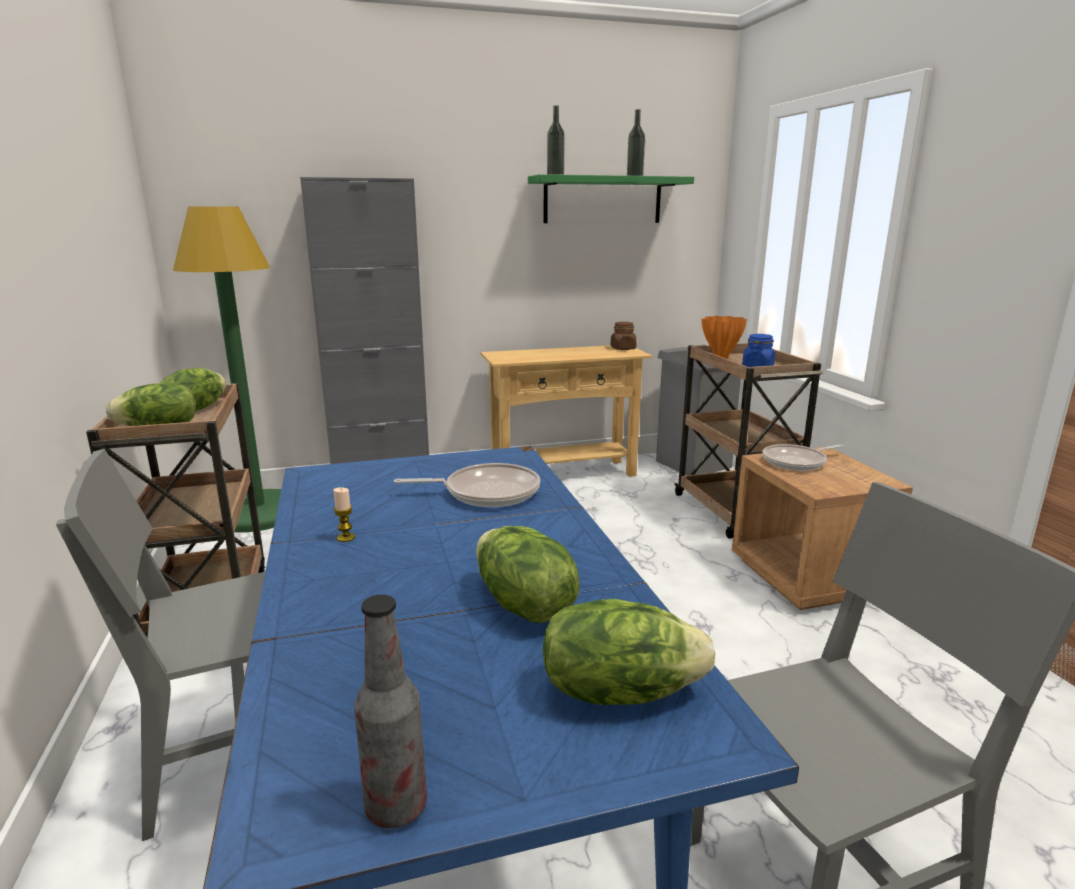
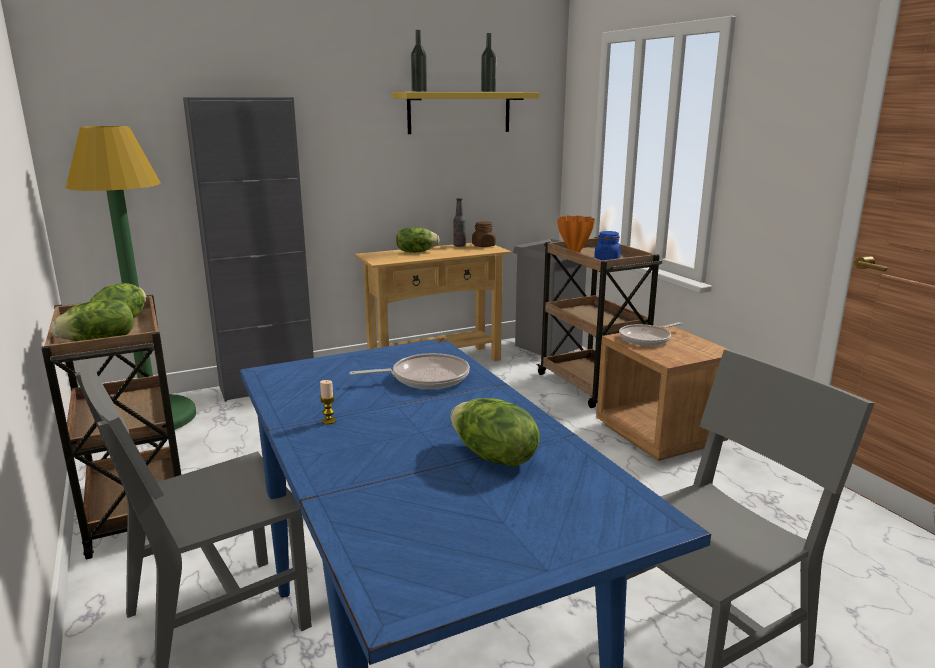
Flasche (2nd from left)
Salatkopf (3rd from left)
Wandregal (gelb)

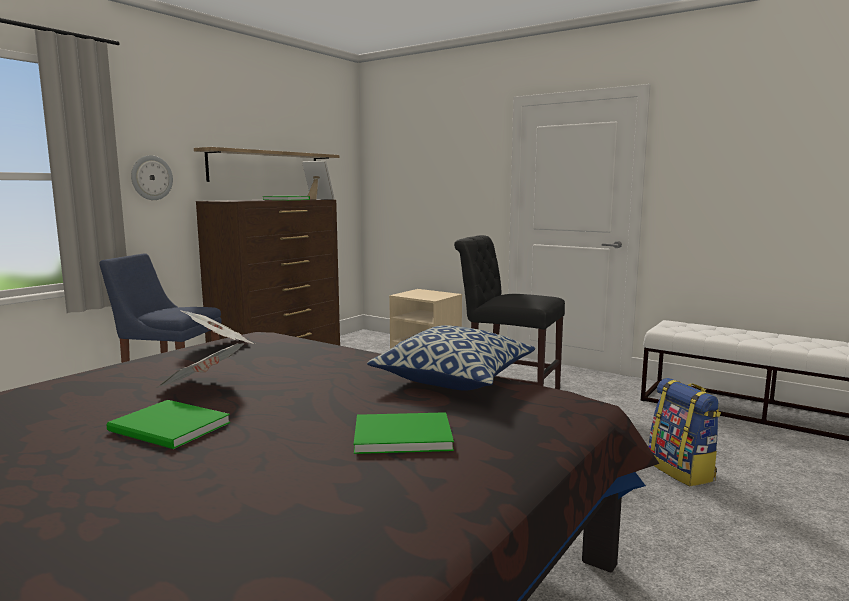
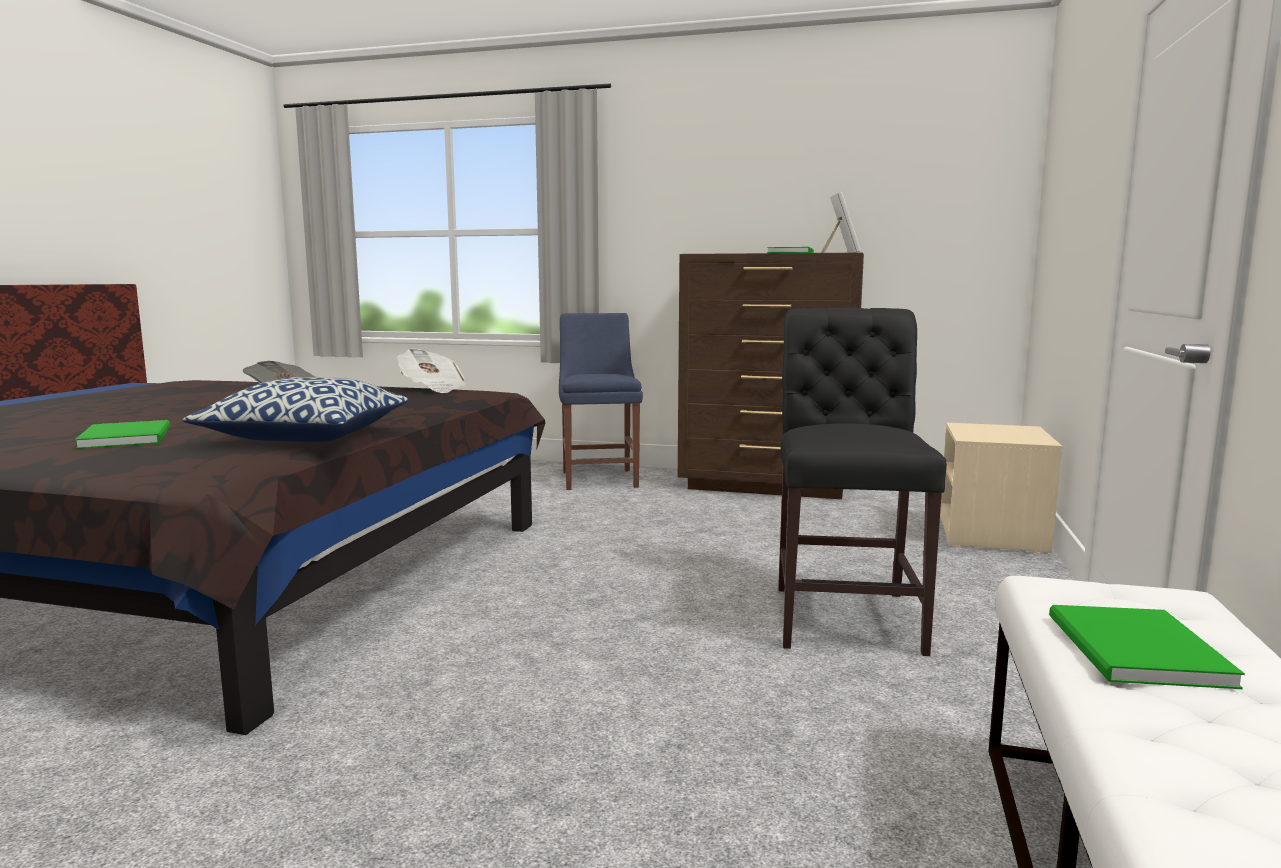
Wanduhr
Wandregal
Rucksack
Buch (grün) (3rd from left)

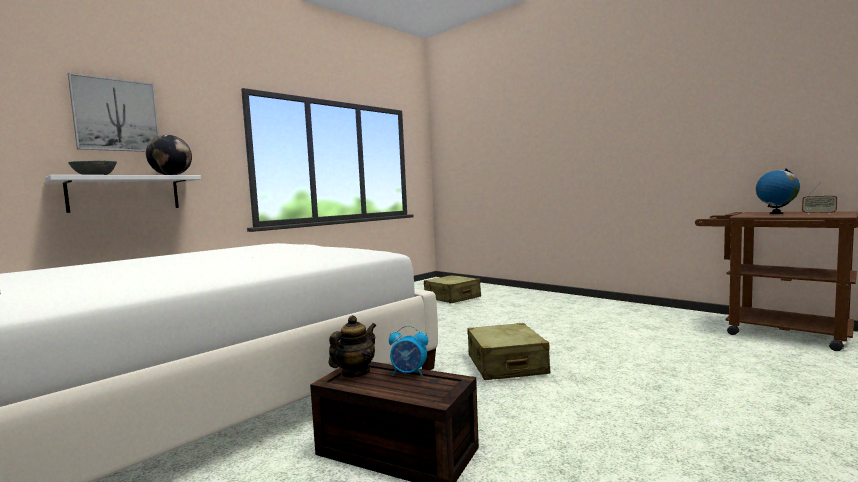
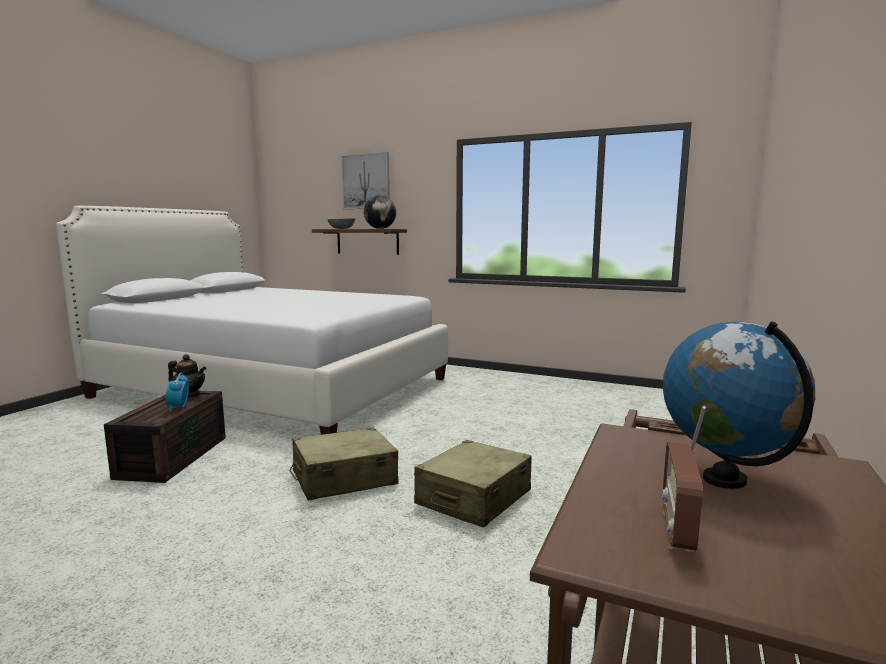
Koffer (beige) (2nd from left)
Wandregal (braun)

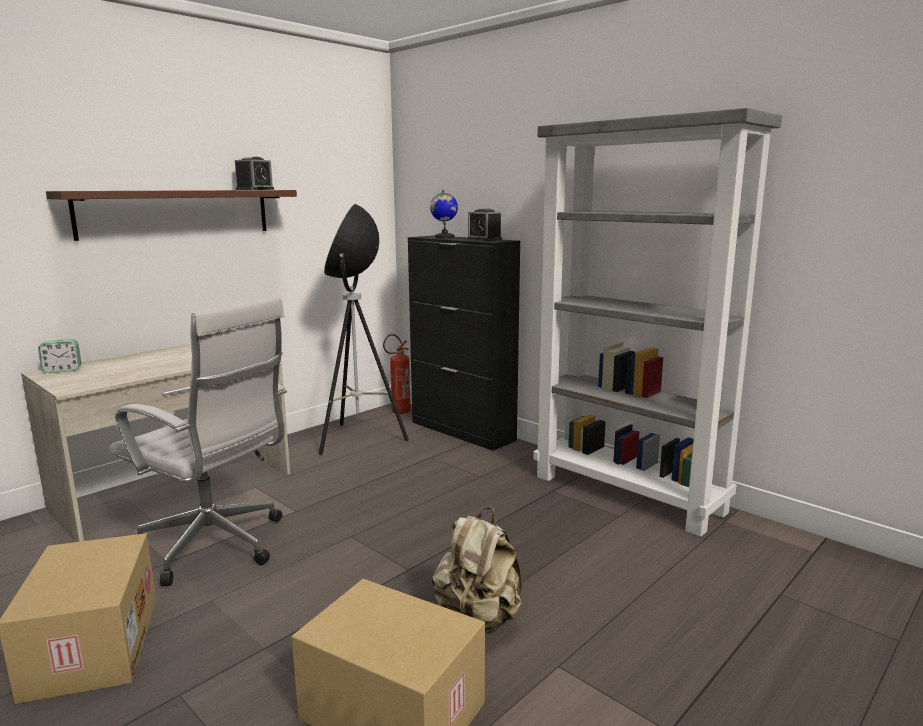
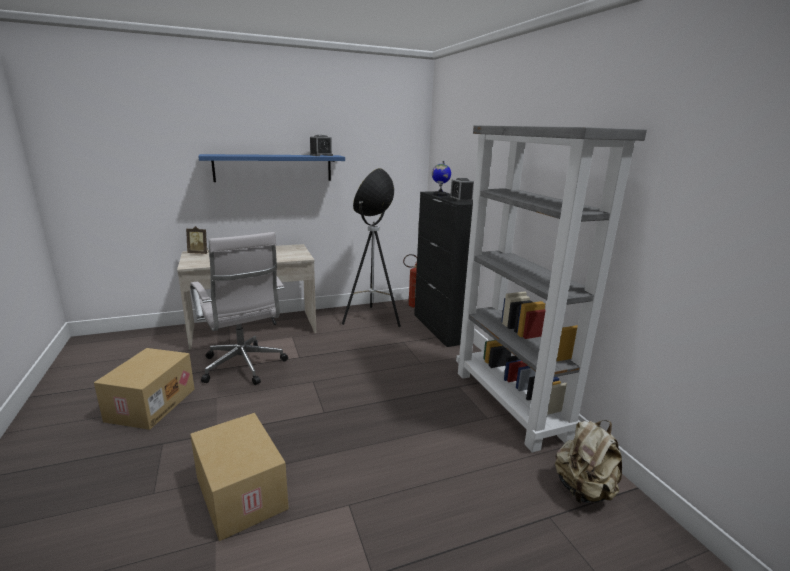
Rucksack (beige)
Bilderrahmen
Wandregal (blau)

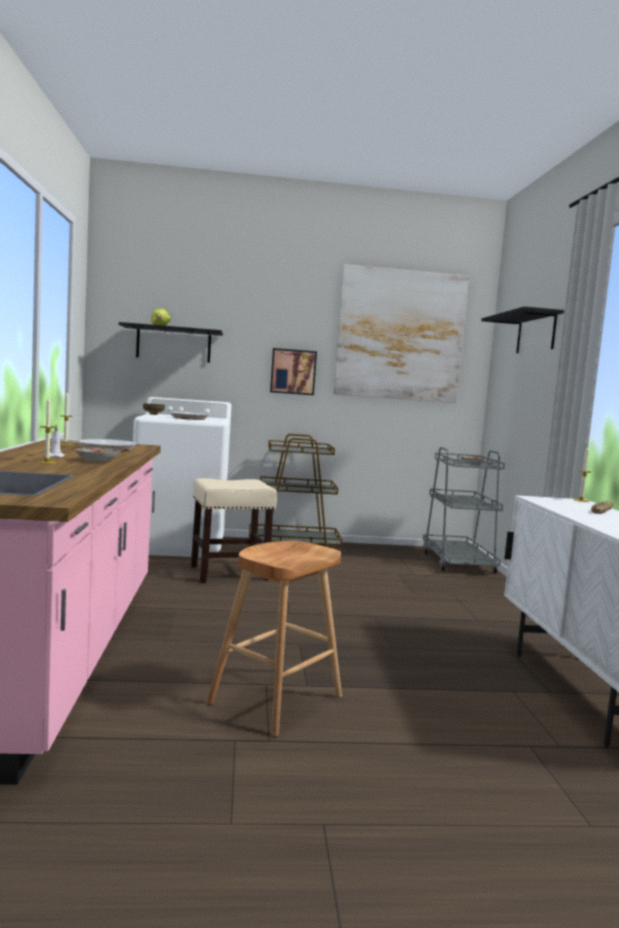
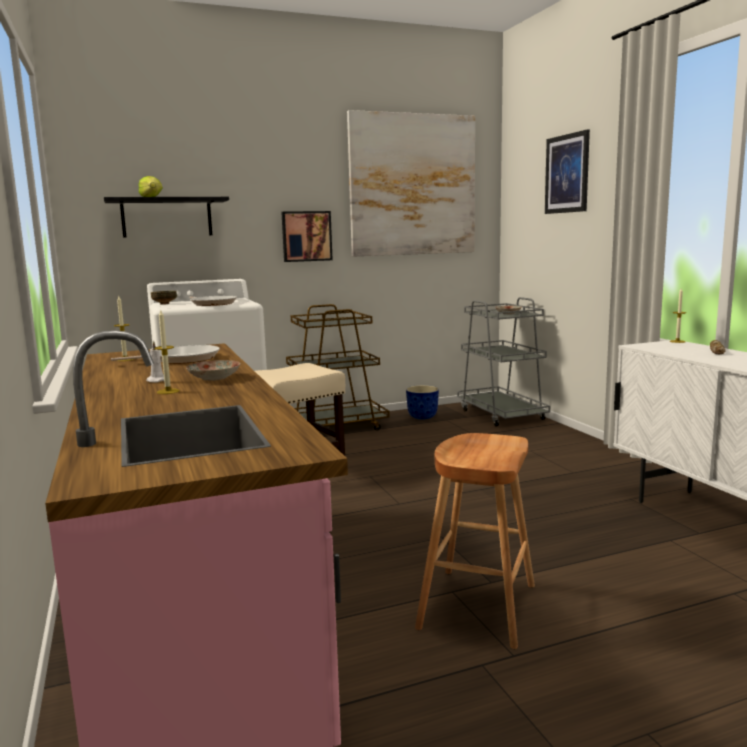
Pflanzkübel
Bild (3rd from left)

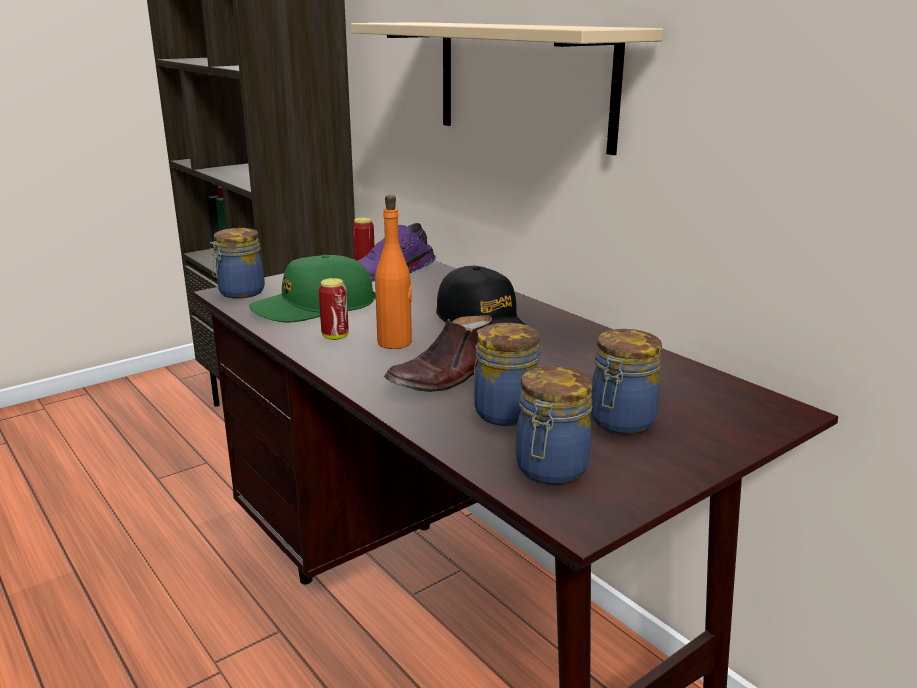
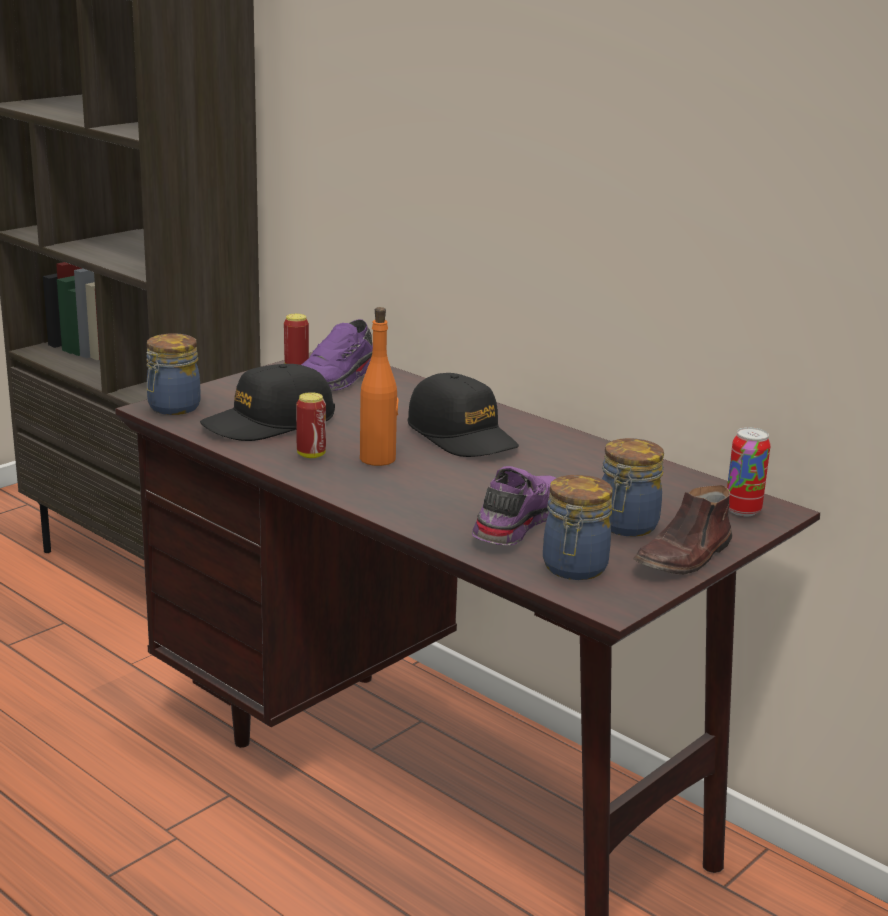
Wandregal (beige)
Dose (3rd from left)
Schuh (braun)
Schuh (lila) (2nd from left)
Kappe (schwarz) (1st from left)

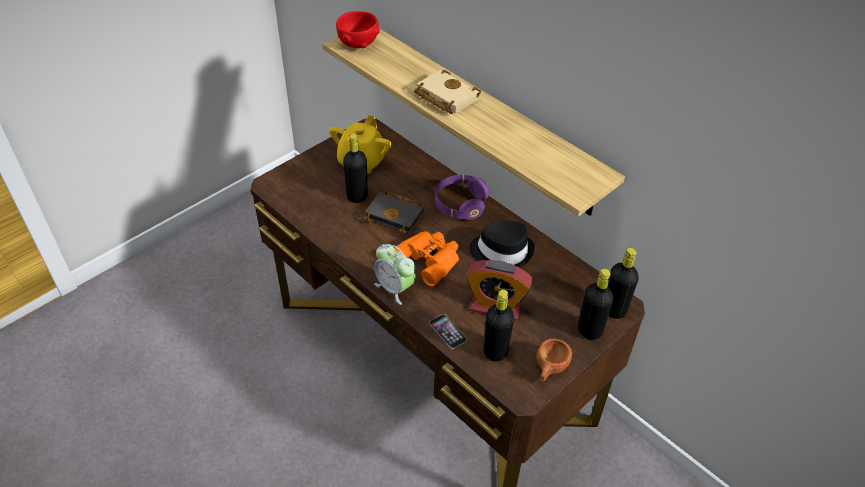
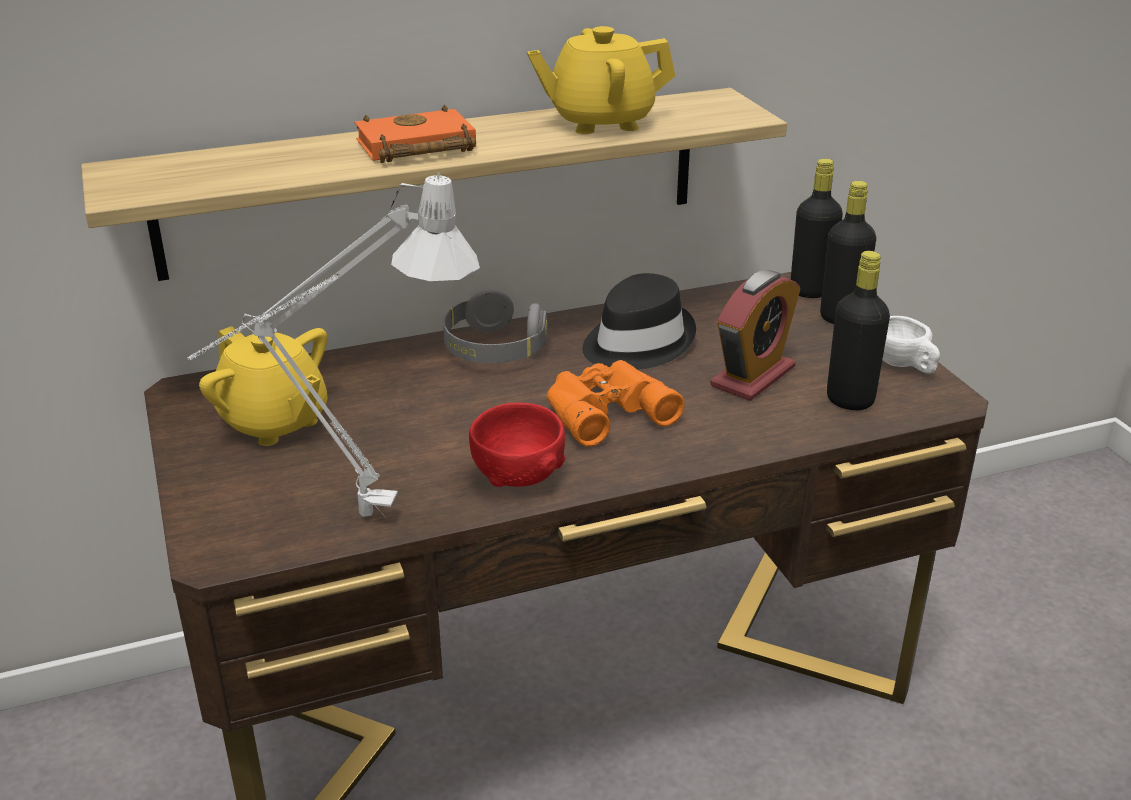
Flasche (schwarz) (1st from left in the first image)
Buch (schwarz)
Wecker (1st from left in the first image)
Handy
Tischlampe (grau)
Teekanne (gelb) (2nd from left)
Schüssel (rot)
Buch (orange)
Kopfhörer (grau)
Tasse (weiß)

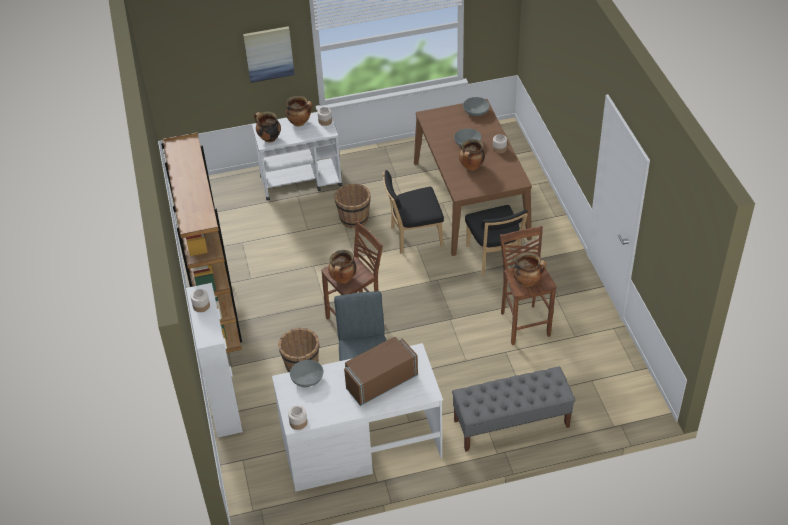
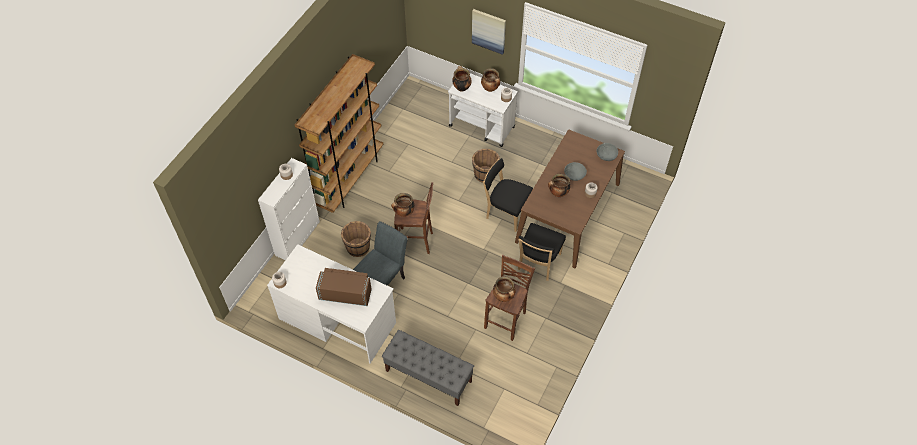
Schüssel (grau) (1st from left in the first image)

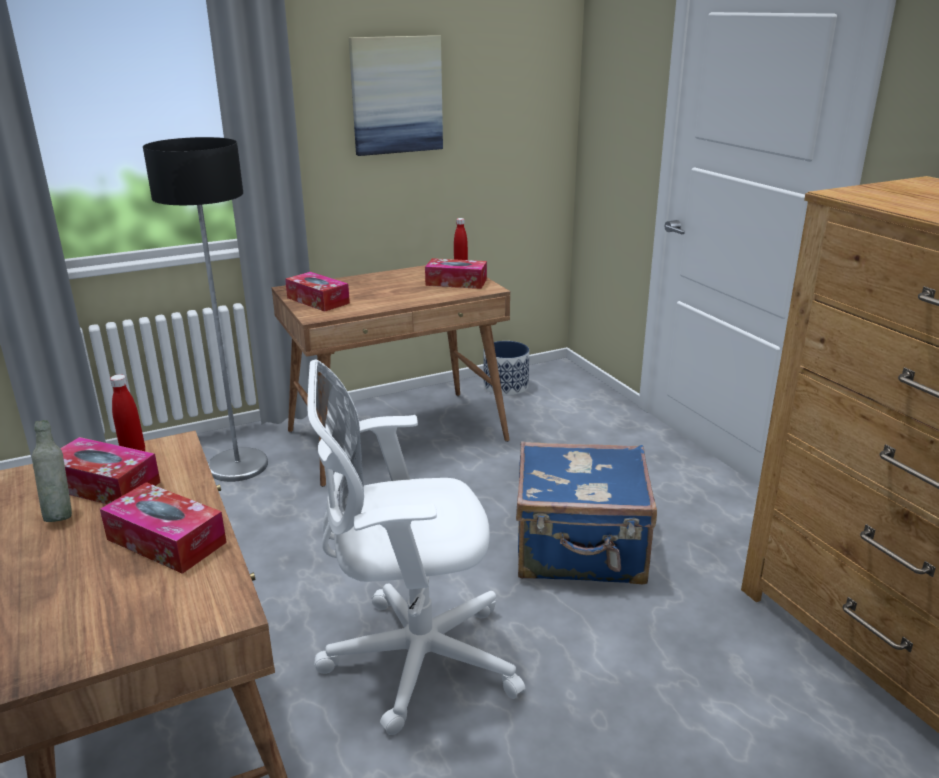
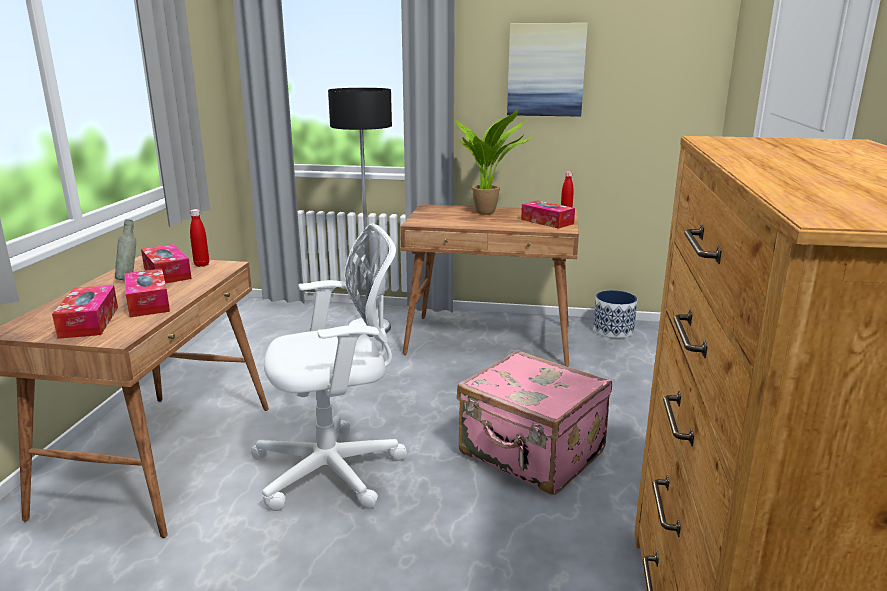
Topfpflanze
Taschentuchbox (1st from left)
Koffer (rosa)
Bürostuhl (weiß)

